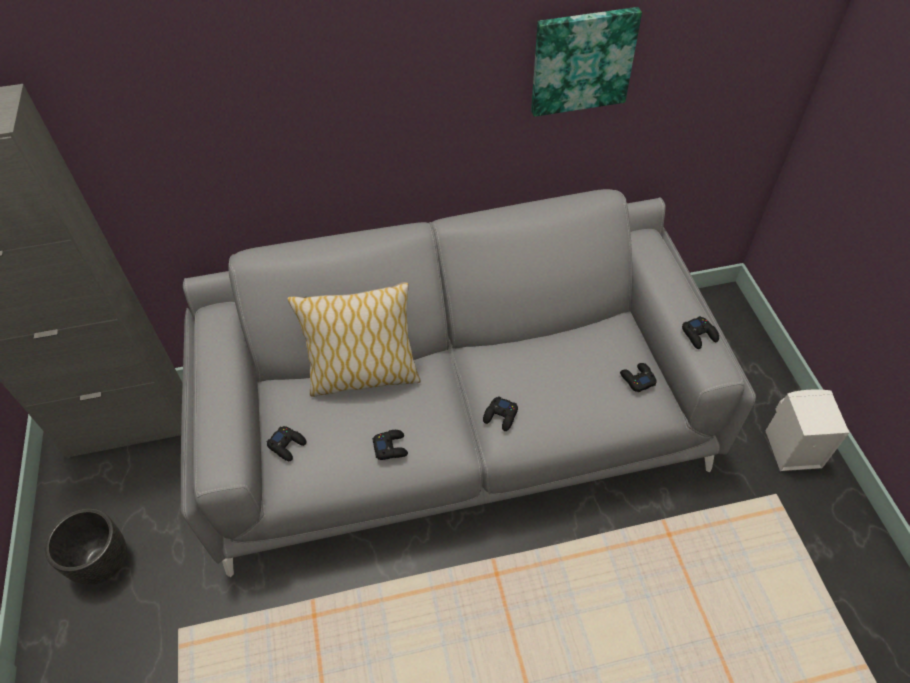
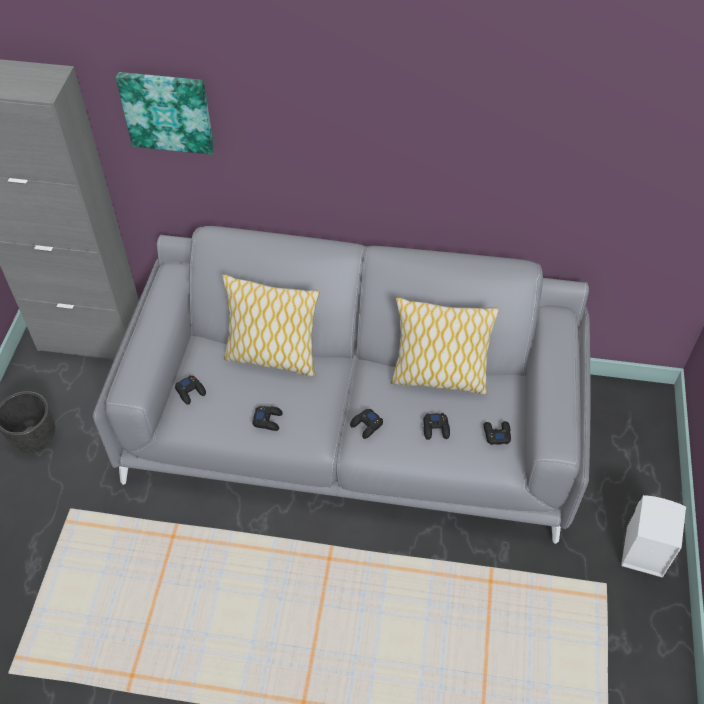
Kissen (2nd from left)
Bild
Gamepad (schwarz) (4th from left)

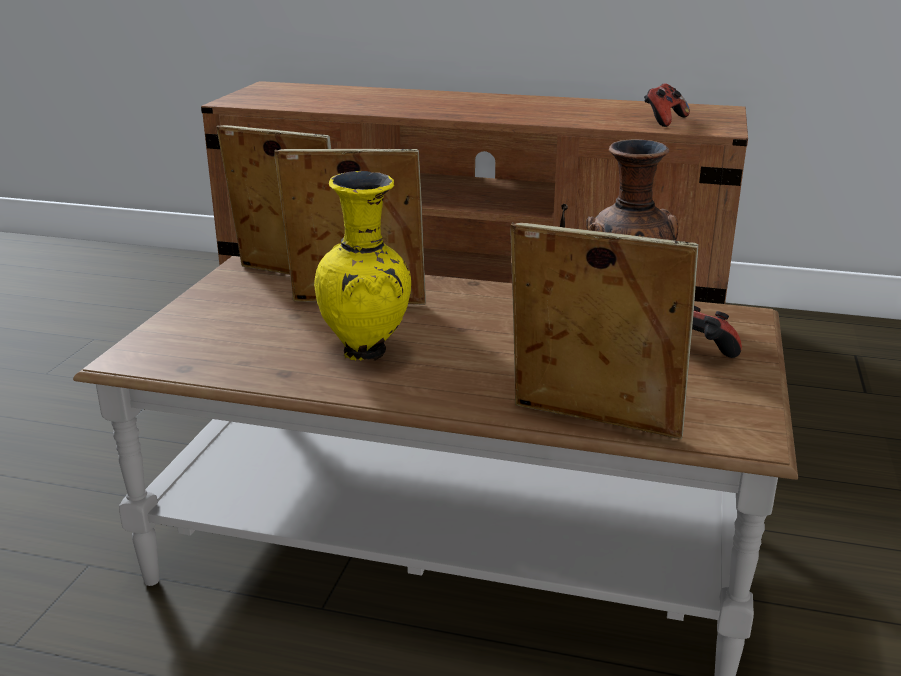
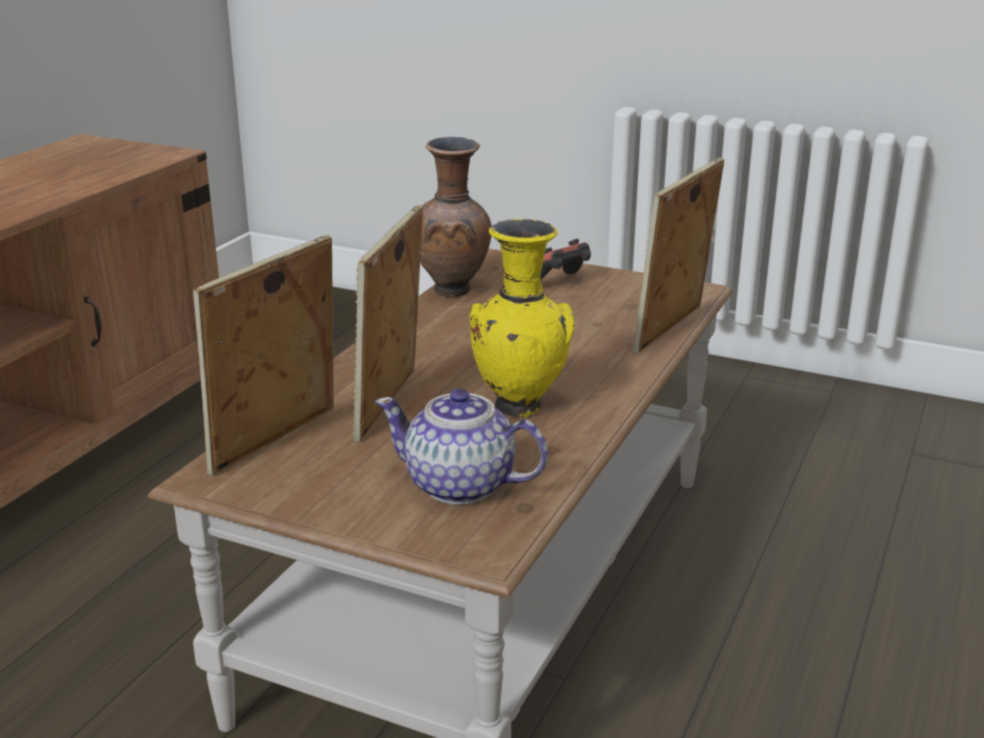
Gamepad (1st from left in the first image)
Teekanne

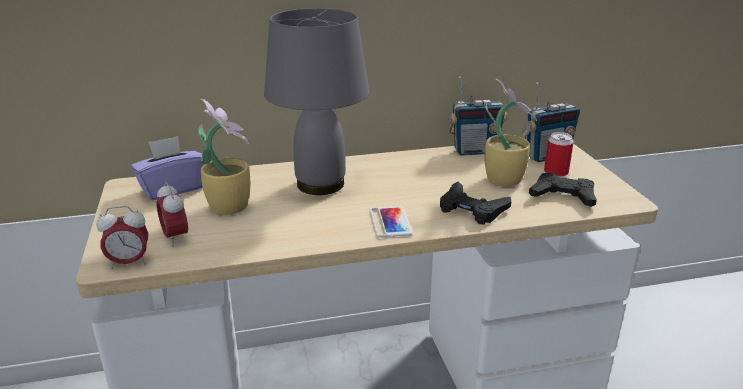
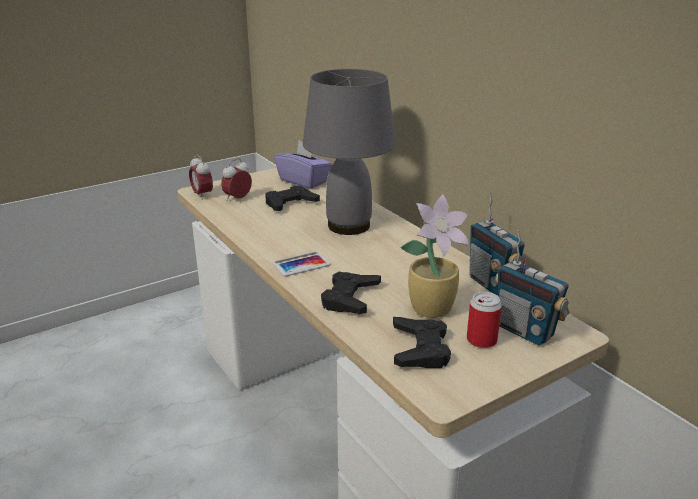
Gamepad (schwarz) (1st from left)

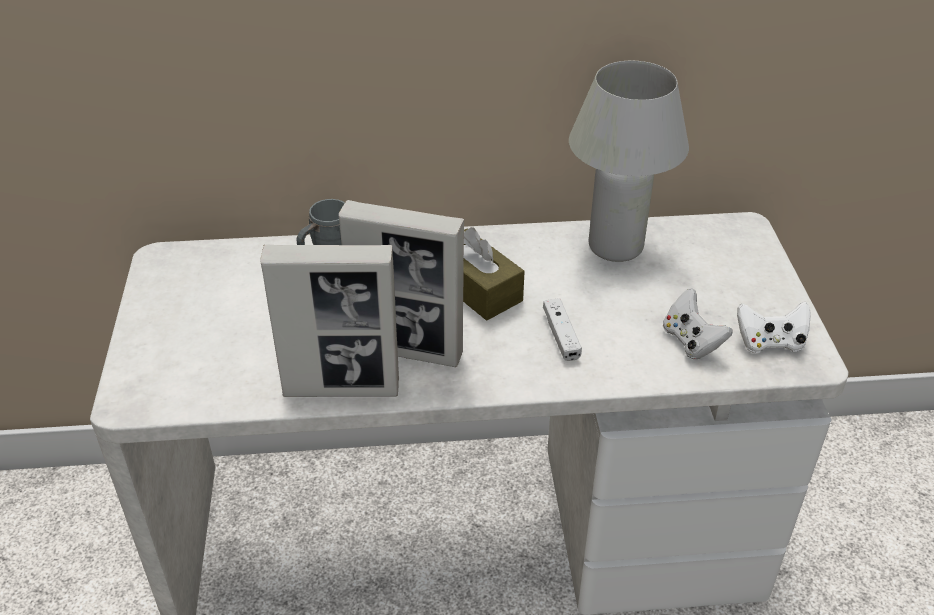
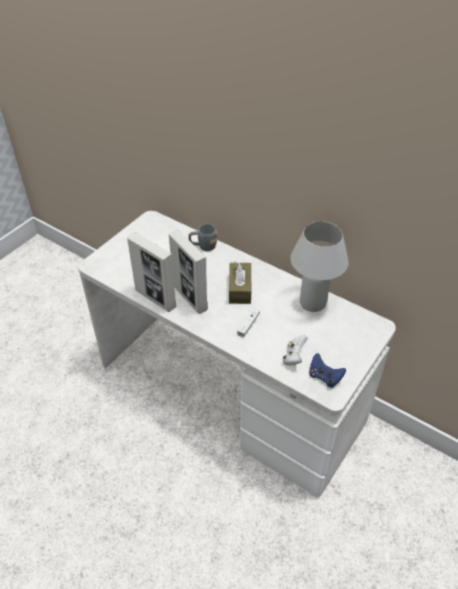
Gamepad (blau)

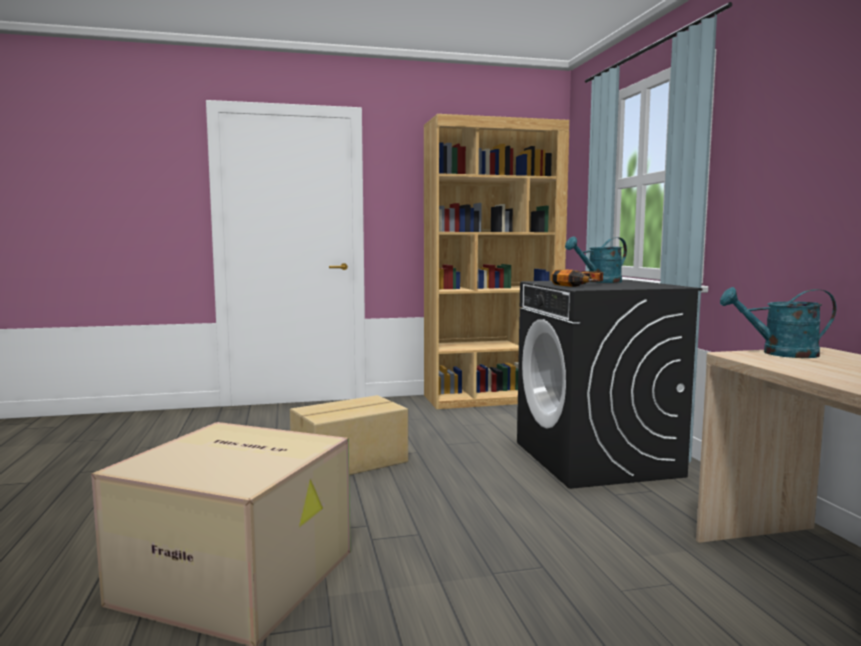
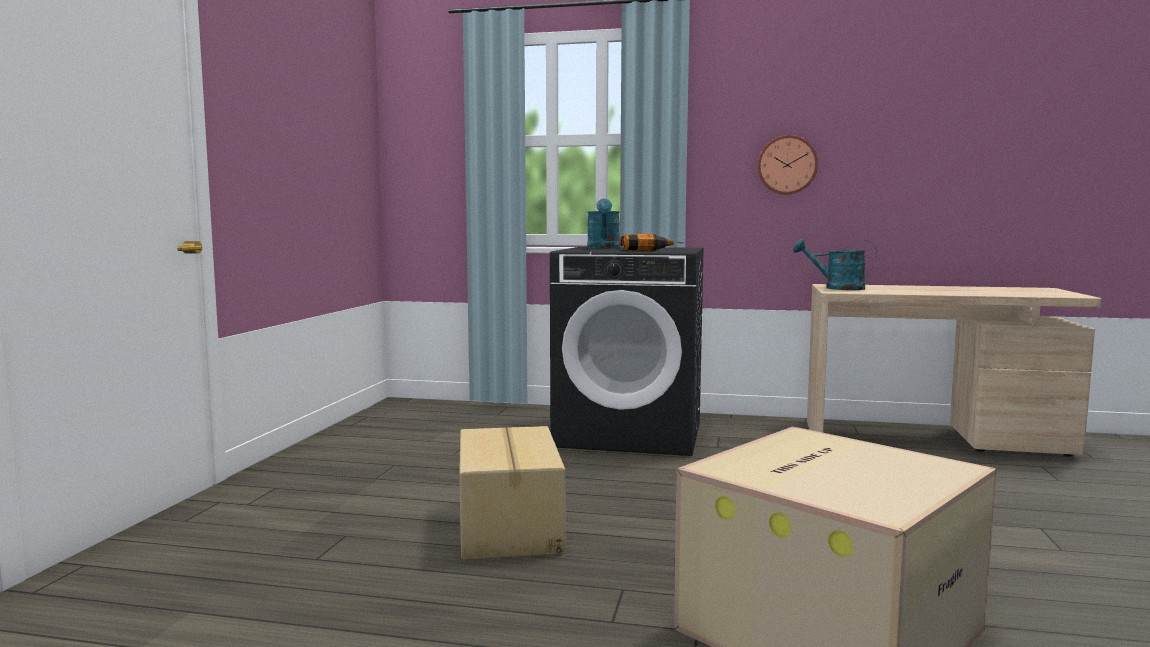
Bücherregal (braun)
Wanduhr
Gießkanne (türkis) (2nd from left)

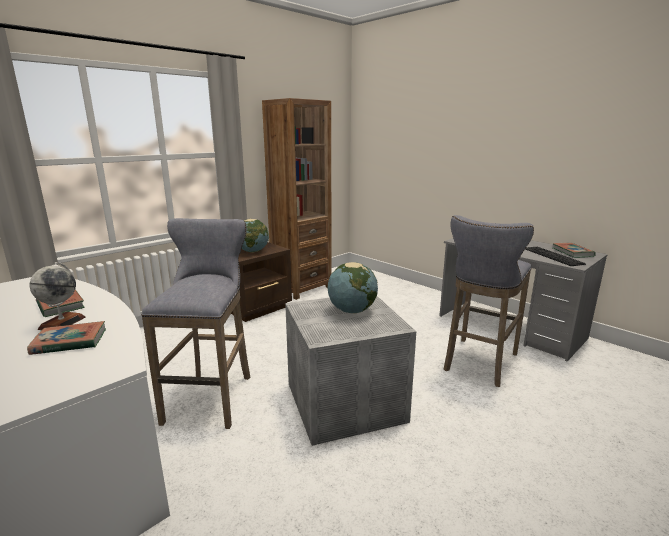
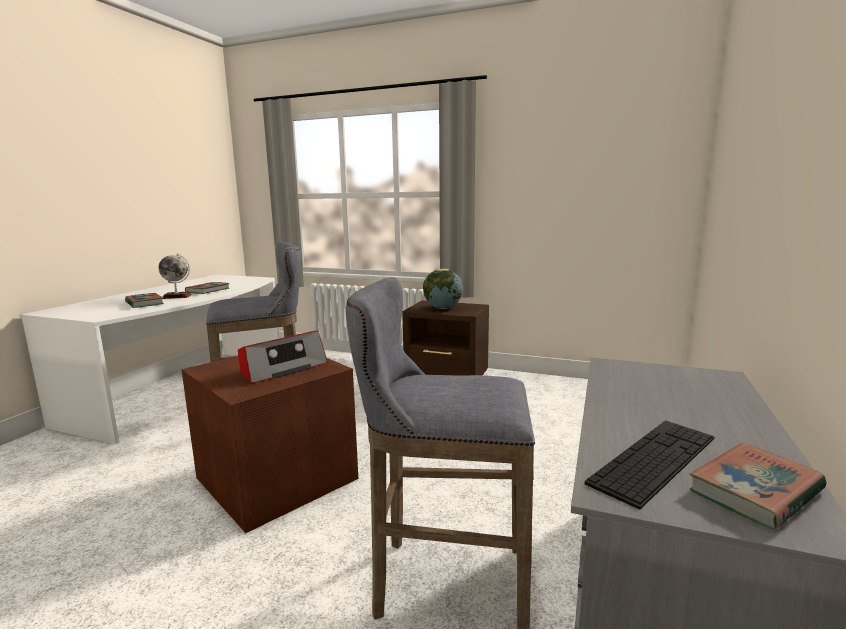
Bücherregal (braun)
Radio
Aufbewahrungsbox (braun)

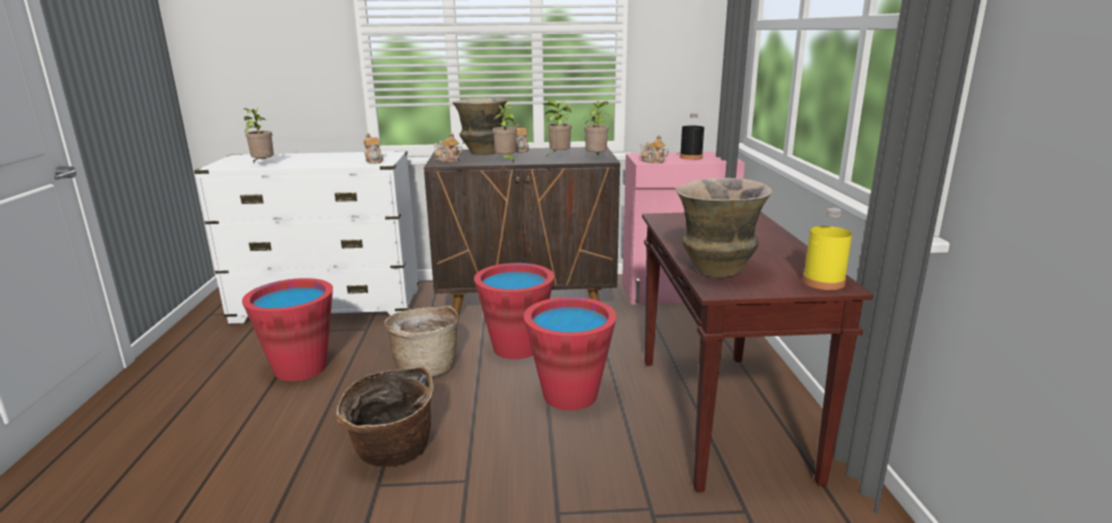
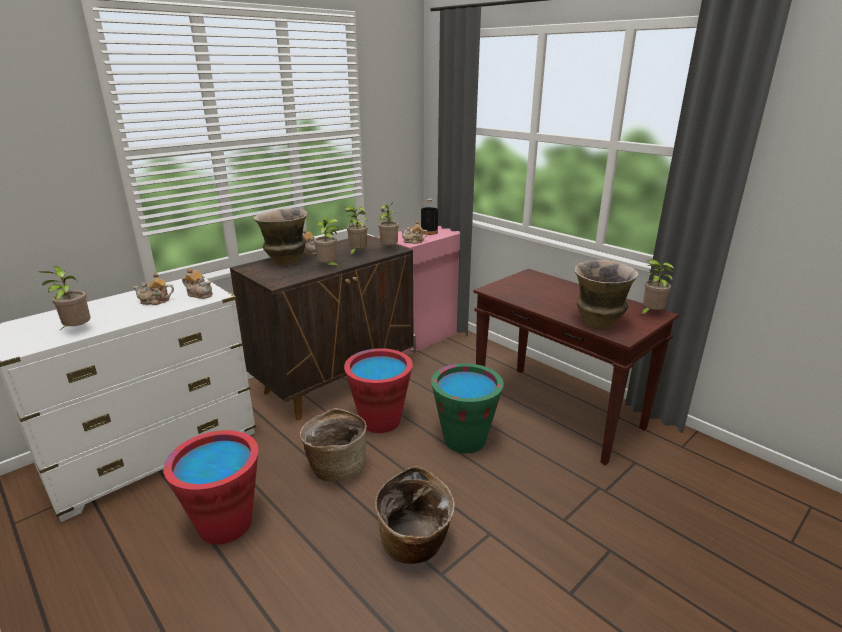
Teekanne (1st from left)
Topfpflanze (5th from left)
Eimer (grün)

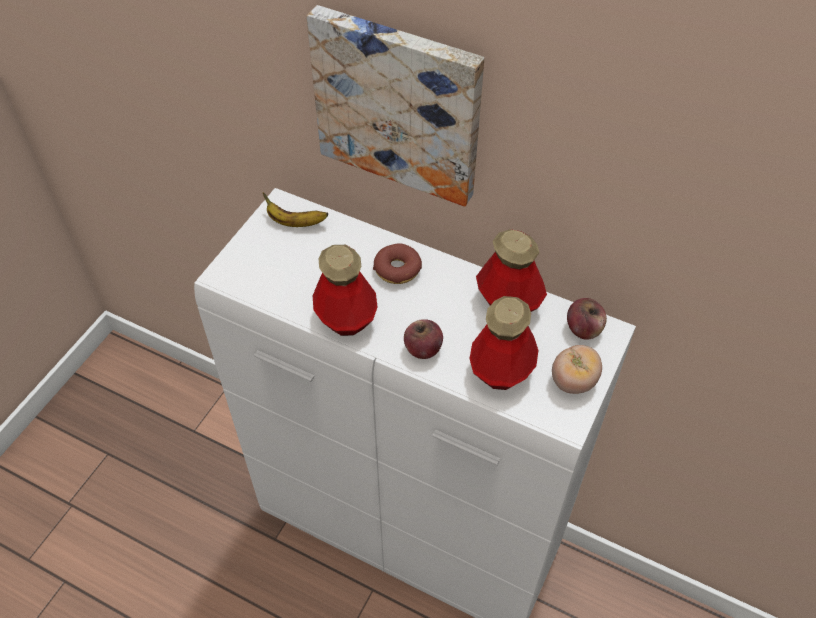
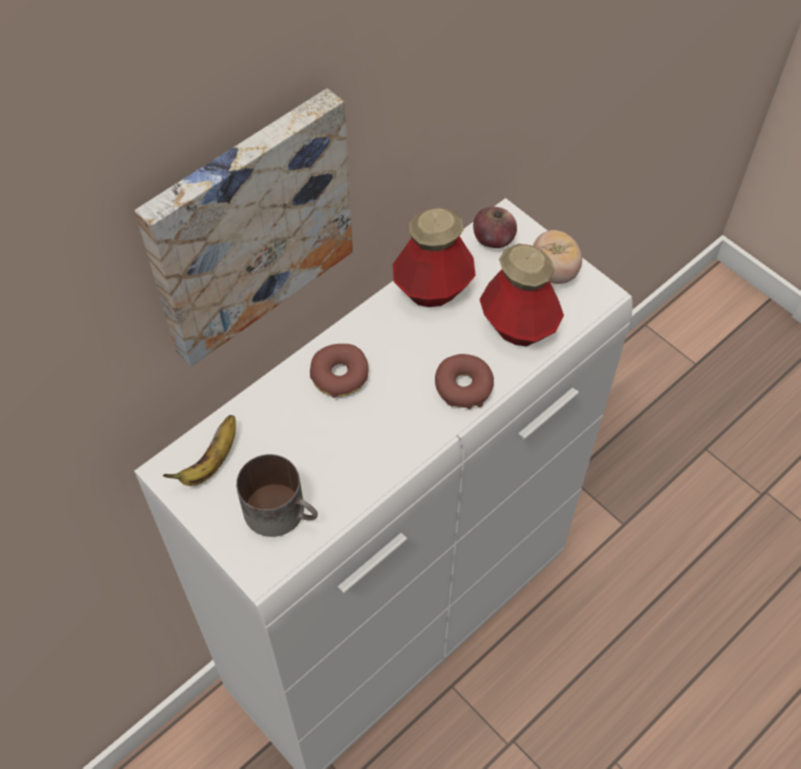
Flasche (1st from left in the first image)
Henkelbecher
Donut (2nd from left)

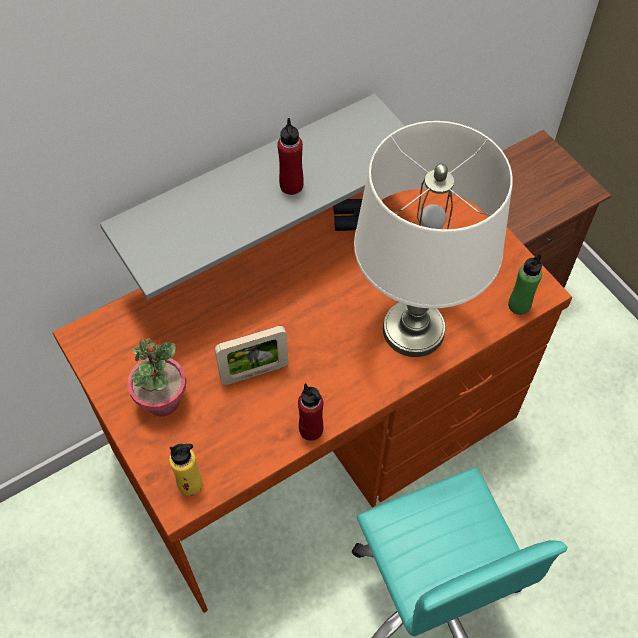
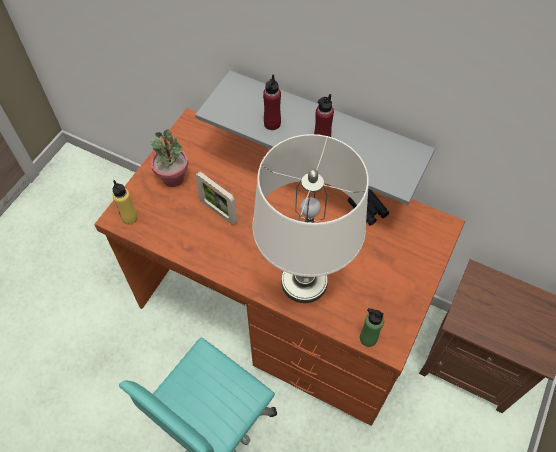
Flasche (rot) (1st from left)

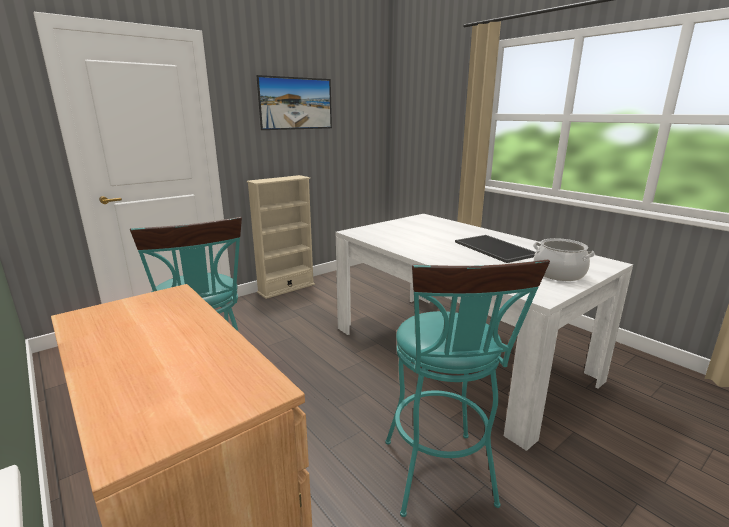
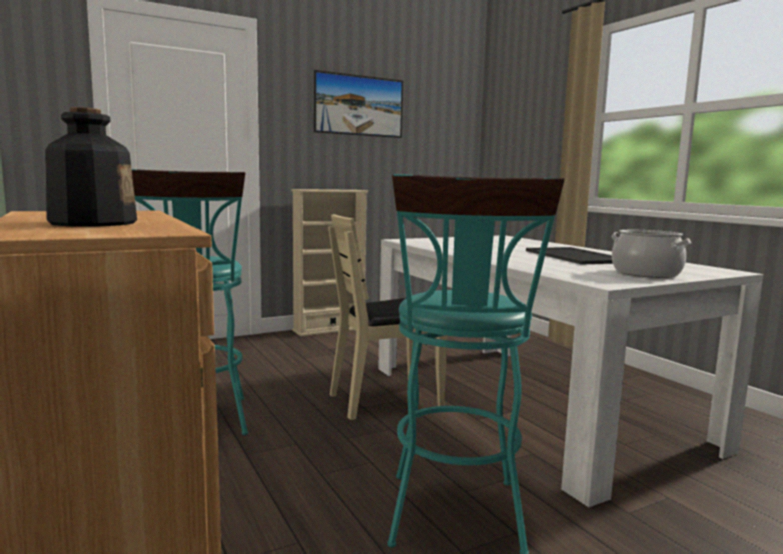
Flasche
Stuhl (beige)

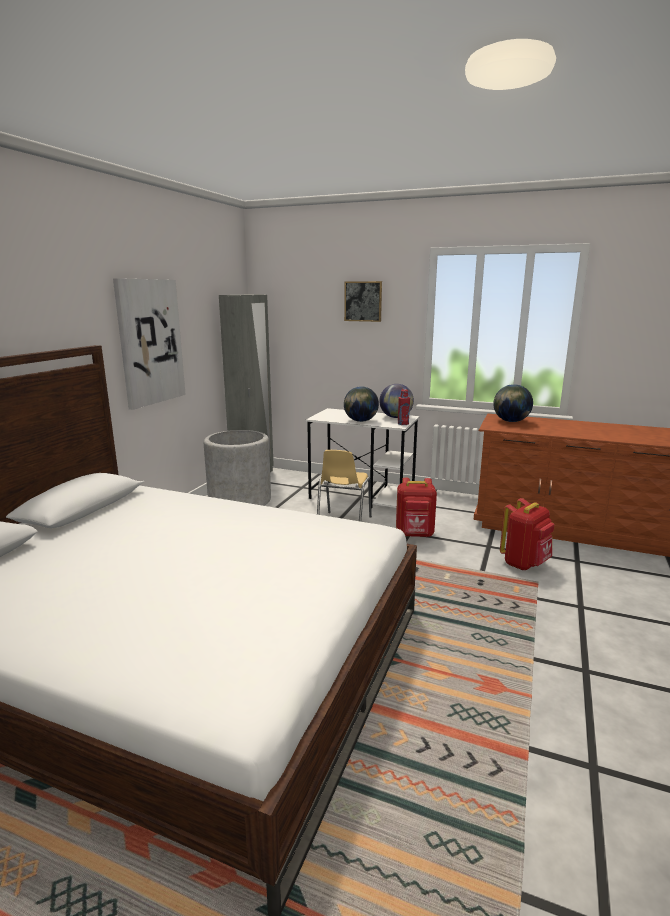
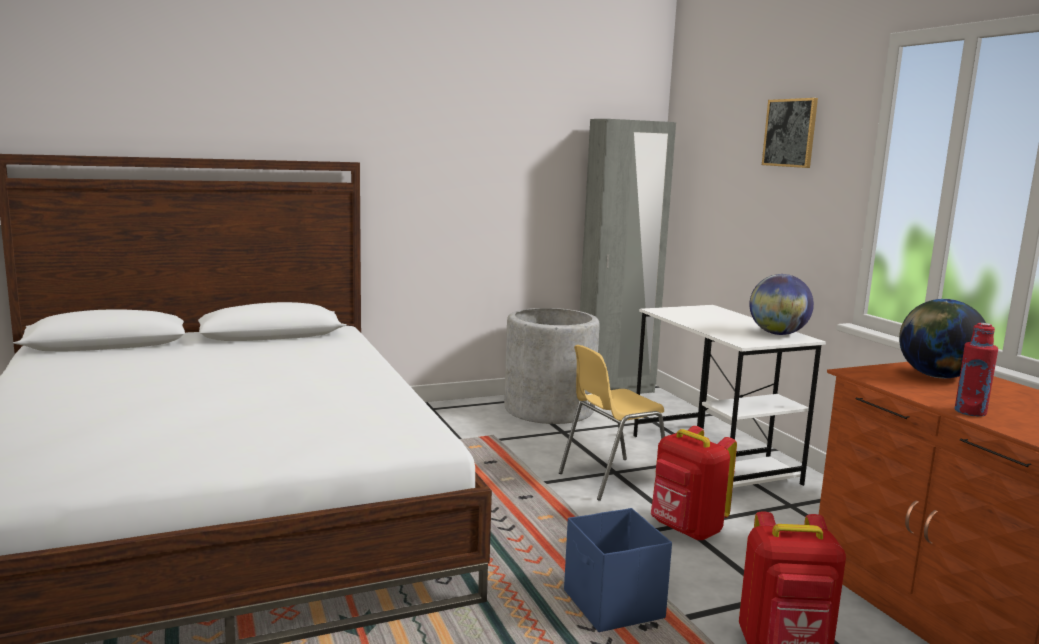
Bild (1st from left in the first image)
Globus (1st from left in the first image)
Aufbewahrungsbox (blau)
Flasche (rot)

